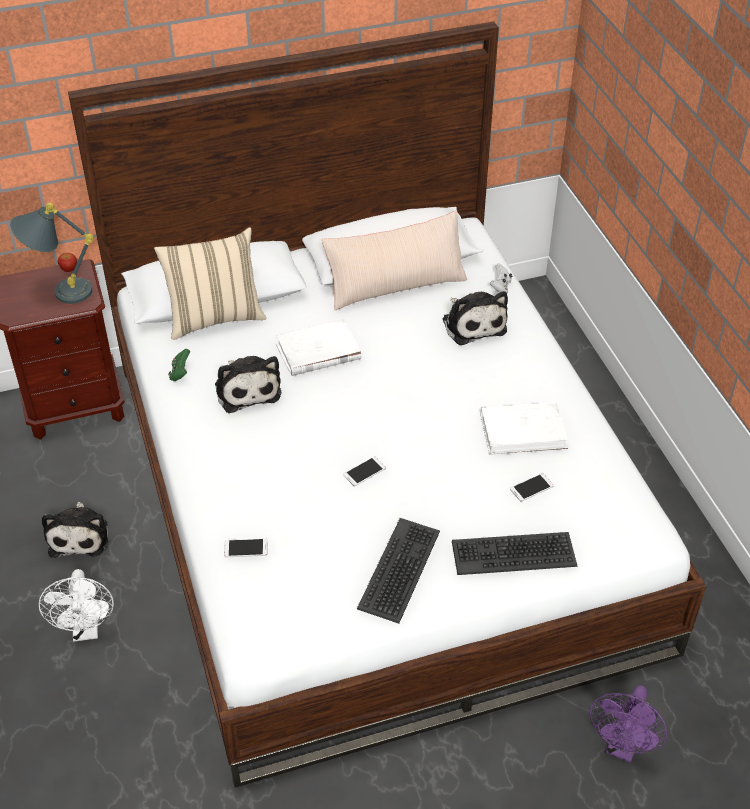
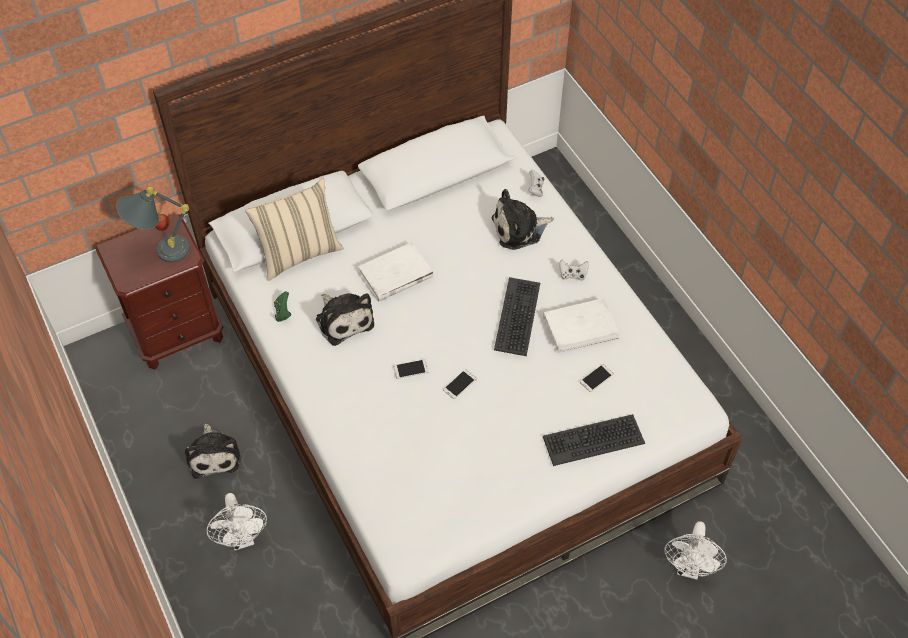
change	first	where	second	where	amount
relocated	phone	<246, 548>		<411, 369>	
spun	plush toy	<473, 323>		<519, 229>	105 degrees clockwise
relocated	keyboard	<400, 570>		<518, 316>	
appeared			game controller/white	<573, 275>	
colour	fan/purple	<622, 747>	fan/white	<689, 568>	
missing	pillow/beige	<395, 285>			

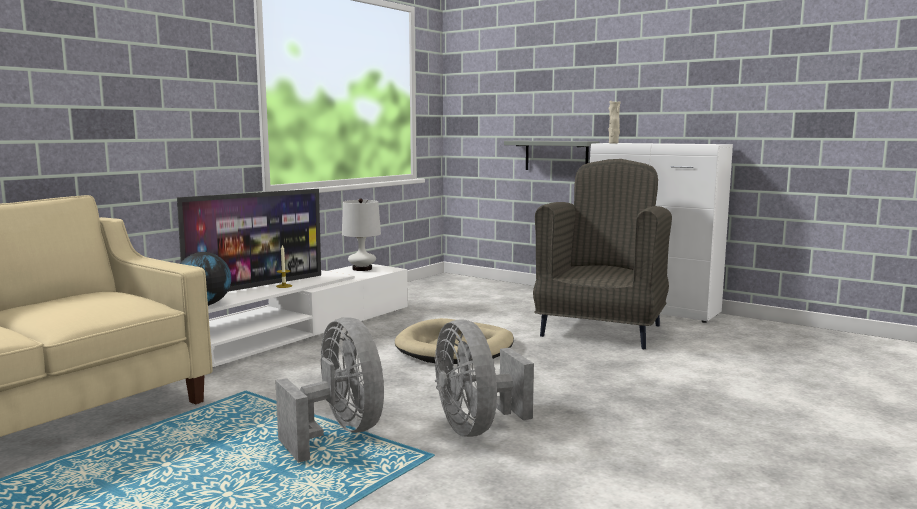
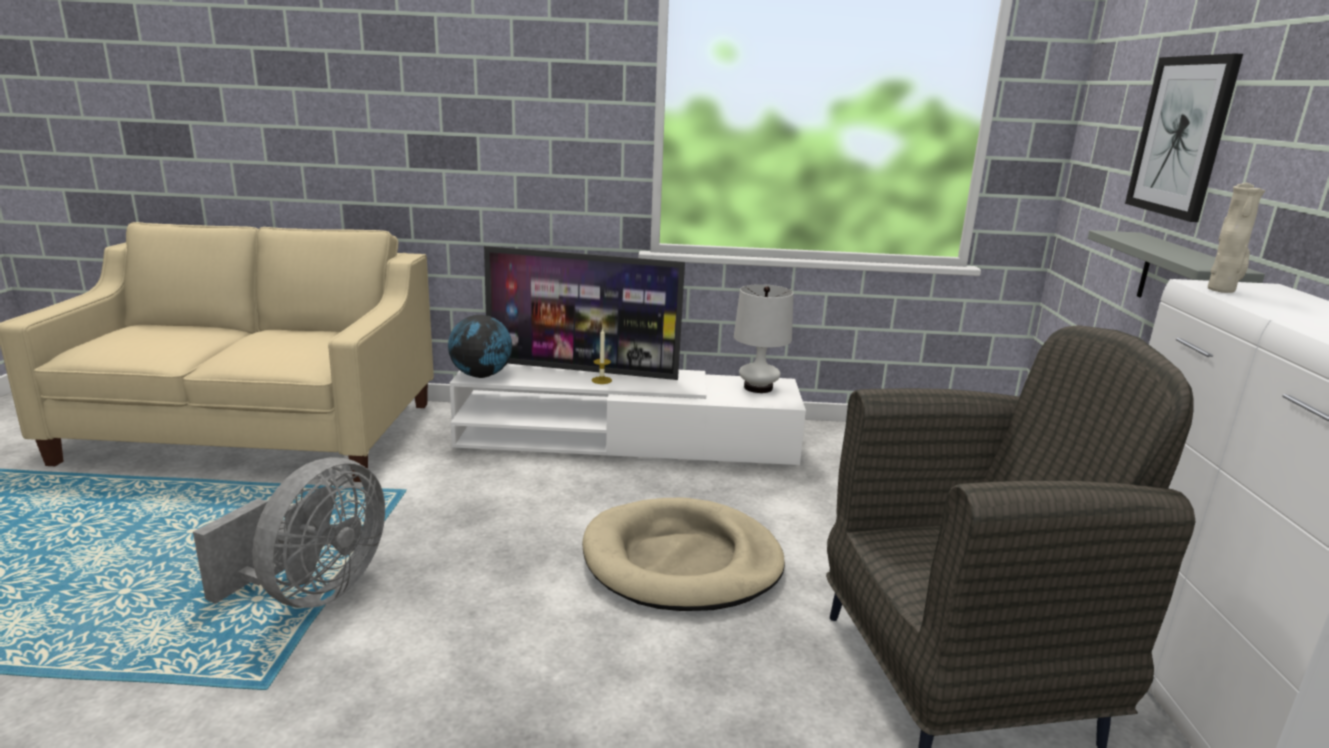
change	first	where	second	where	amount
appeared			picture	<1181, 136>	
missing	fan/grey	<476, 428>			

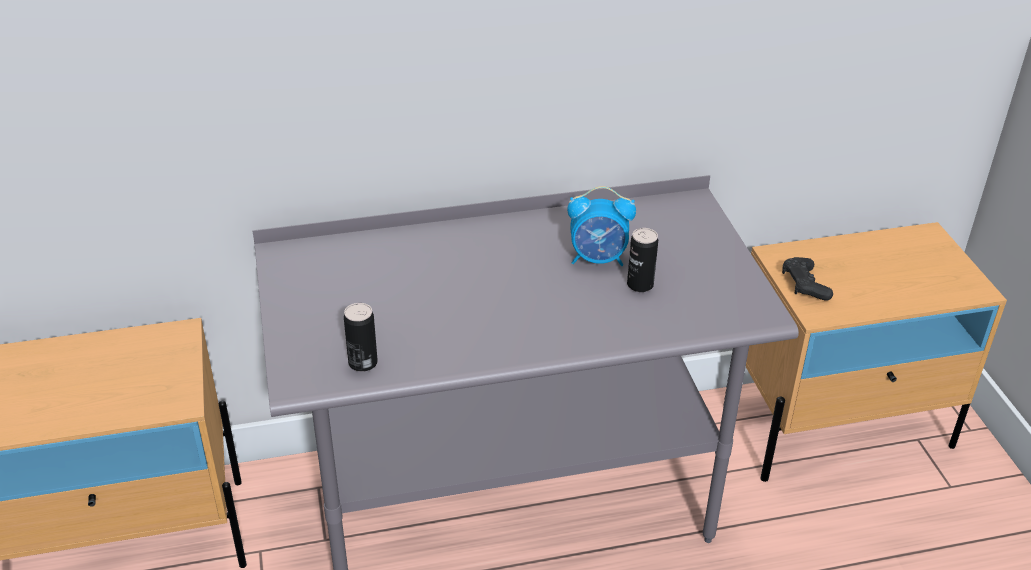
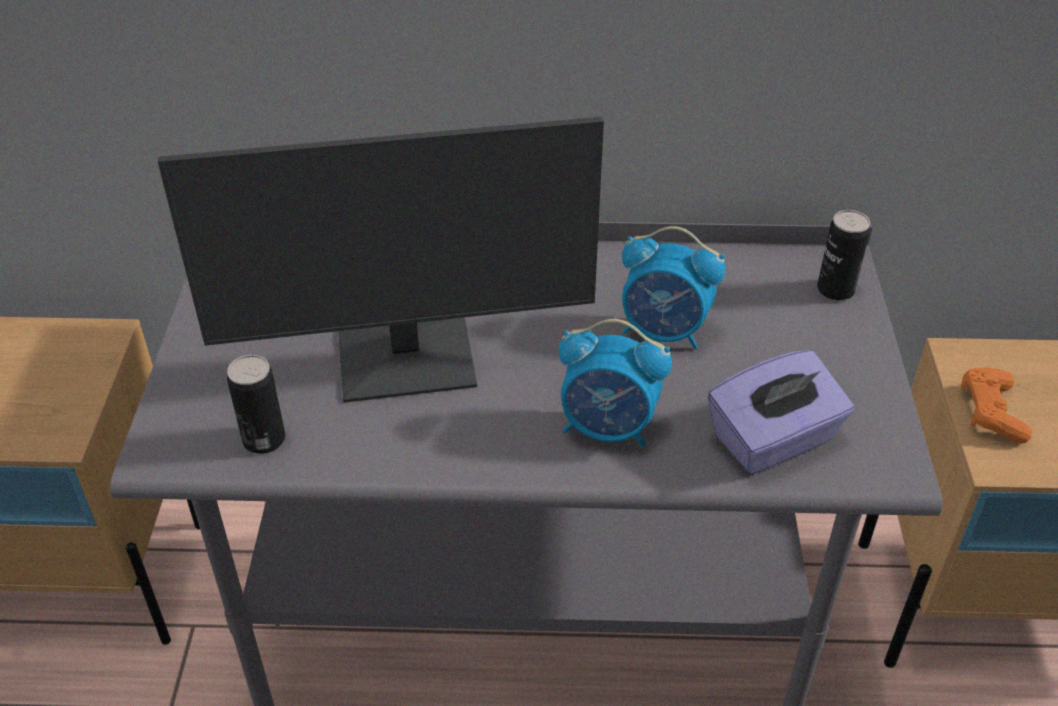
change	first	where	second	where	amount
appeared			monitor	<407, 361>	
appeared			alarm clock	<608, 428>	
appeared			tissue box/purple	<774, 440>	
relocated	can	<640, 285>		<835, 290>	
colour	game controller/black	<804, 285>	game controller/orange	<991, 412>	

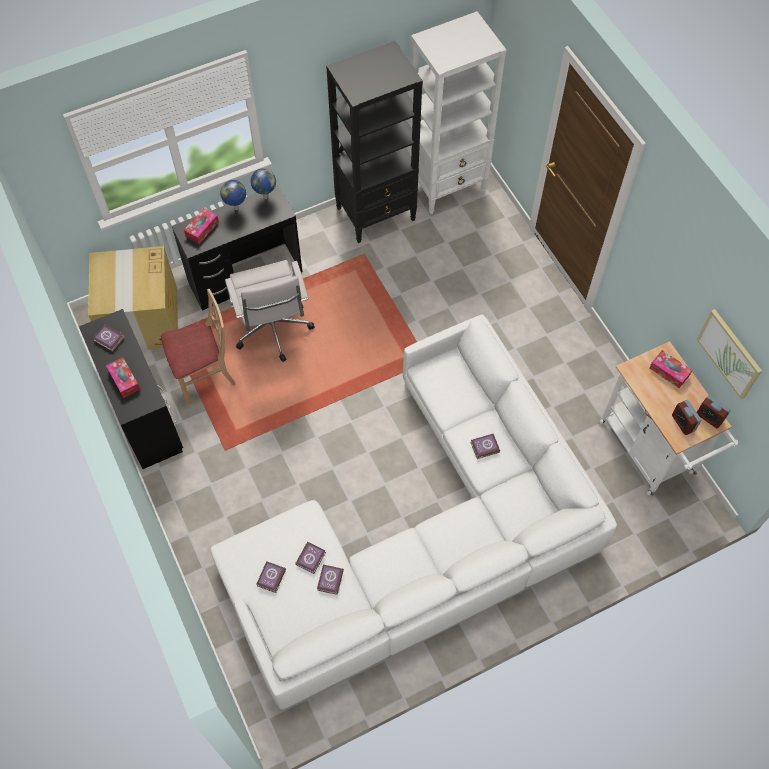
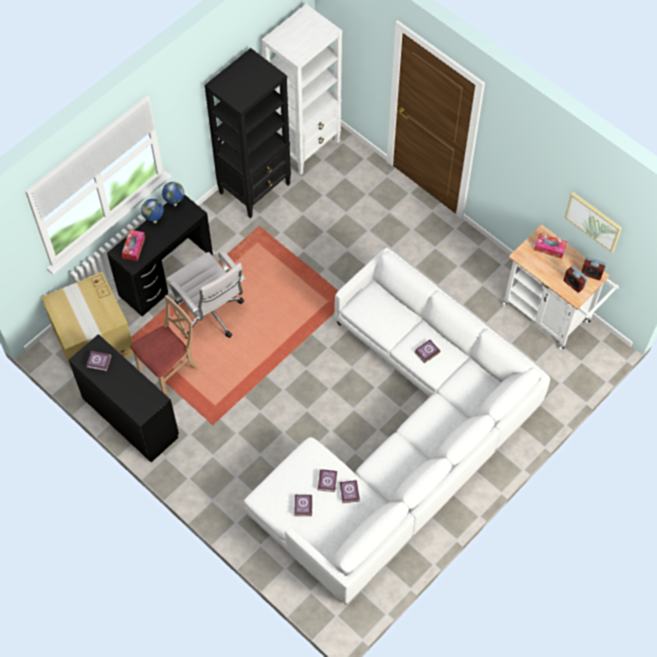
change	first	where	second	where	amount
missing	tissue box	<124, 380>			

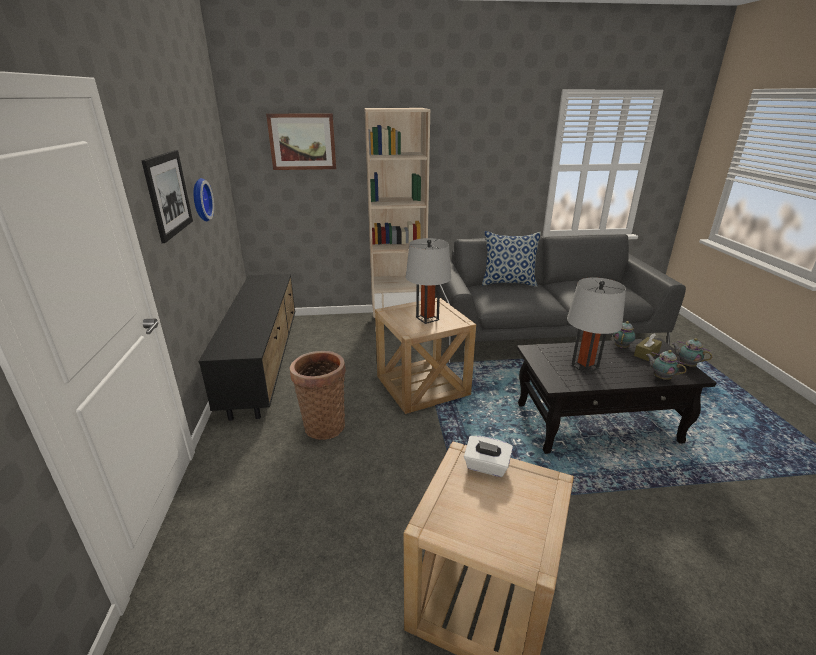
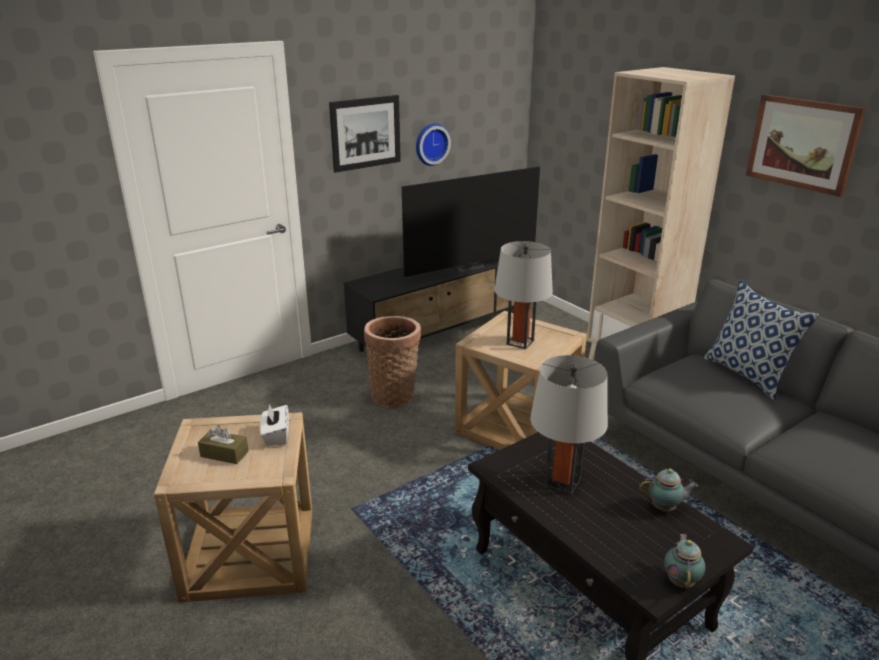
change	first	where	second	where	amount
relocated	tissue box/brown	<646, 353>		<224, 454>	
appeared			television	<468, 266>	
relocated	picture	<302, 142>		<802, 143>	
missing	teapot	<660, 377>			

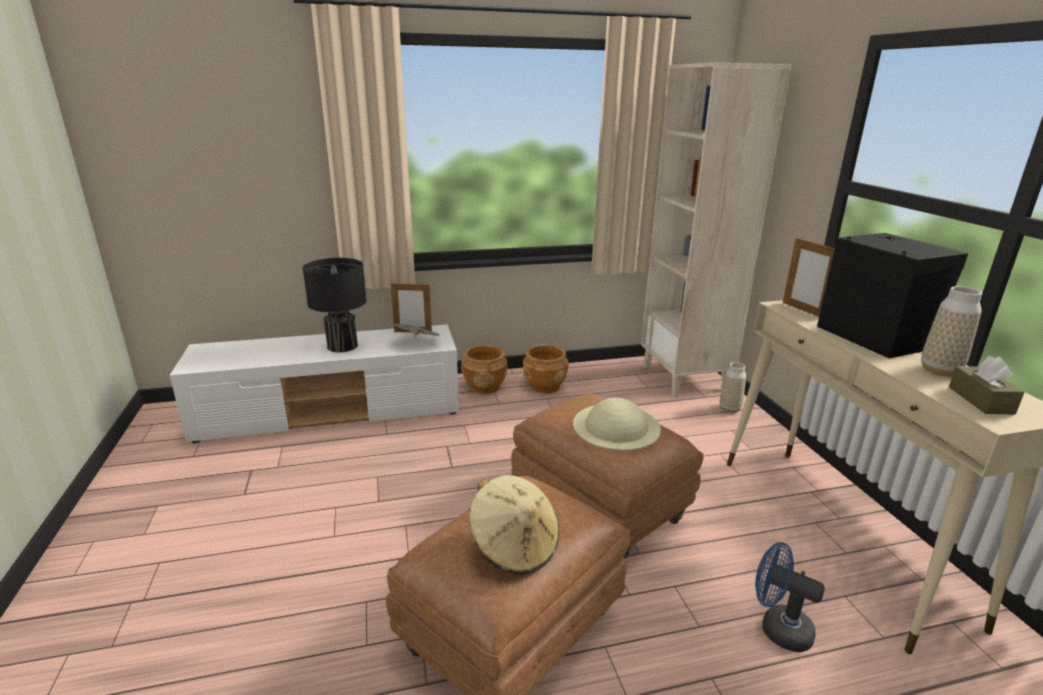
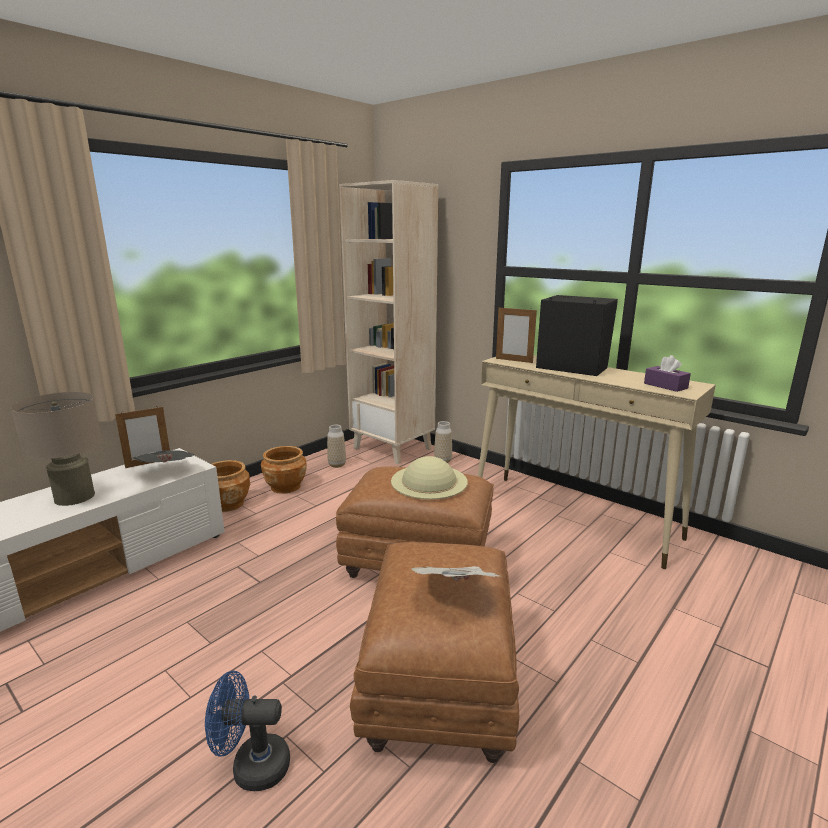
change	first	where	second	where	amount
colour	table lamp/black	<342, 346>	table lamp/beige	<75, 497>	
relocated	fan/blue	<777, 627>		<252, 766>	
relocated	vase	<939, 371>		<337, 465>	
exchanged	hat/beige	<514, 547>	newspaper	<457, 592>	
colour	tissue box/brown	<980, 400>	tissue box/purple	<665, 386>	

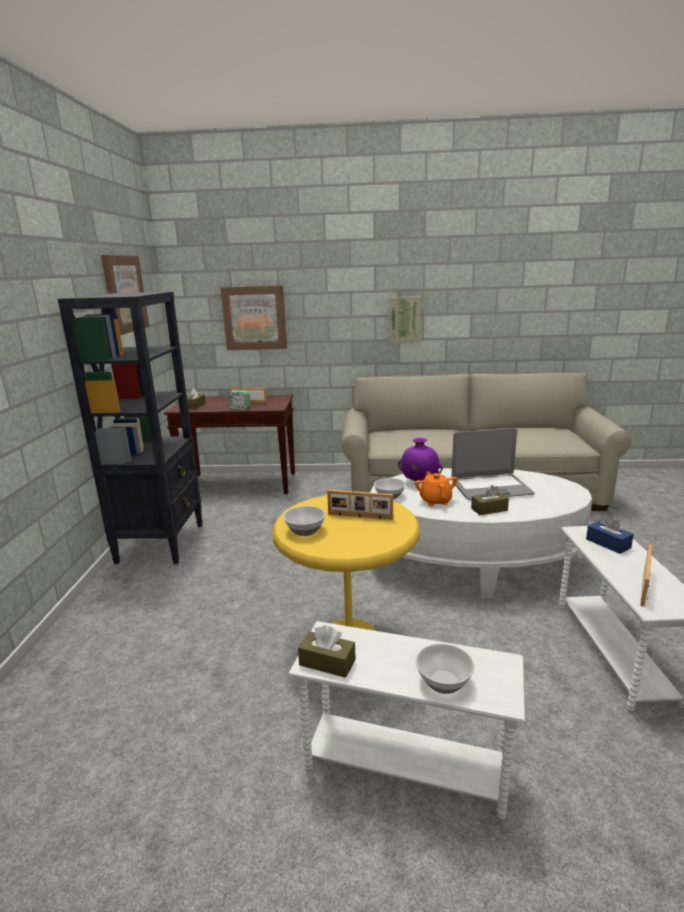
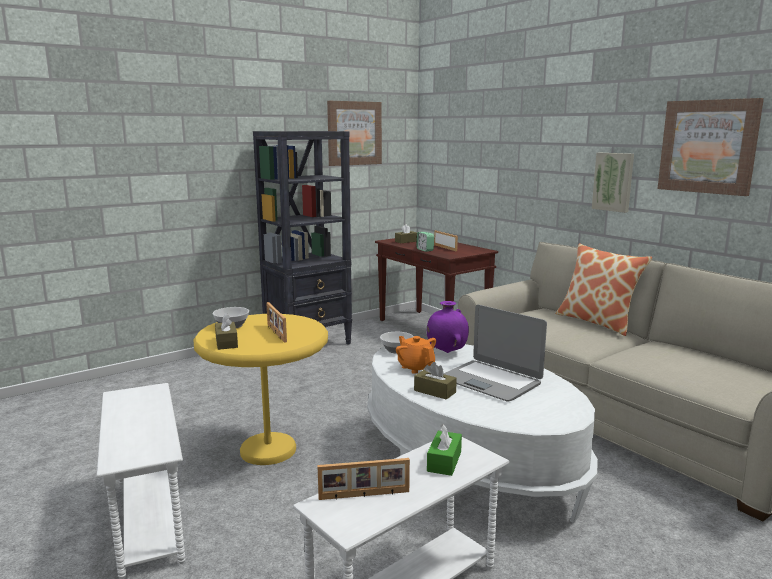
change	first	where	second	where	amount
relocated	tissue box/brown	<327, 662>		<226, 342>	
spun	teapot/orange	<435, 501>		<416, 367>	75 degrees counterclockwise
colour	tissue box/blue	<608, 543>	tissue box/green	<444, 461>	
appeared			pillow	<597, 322>	
relocated	picture	<254, 318>		<708, 146>	
missing	bowl	<444, 682>			

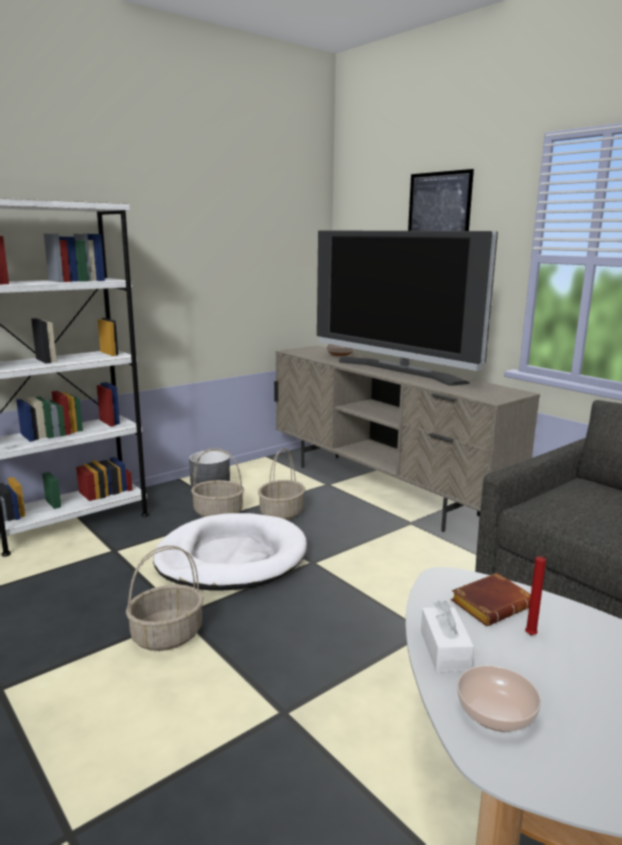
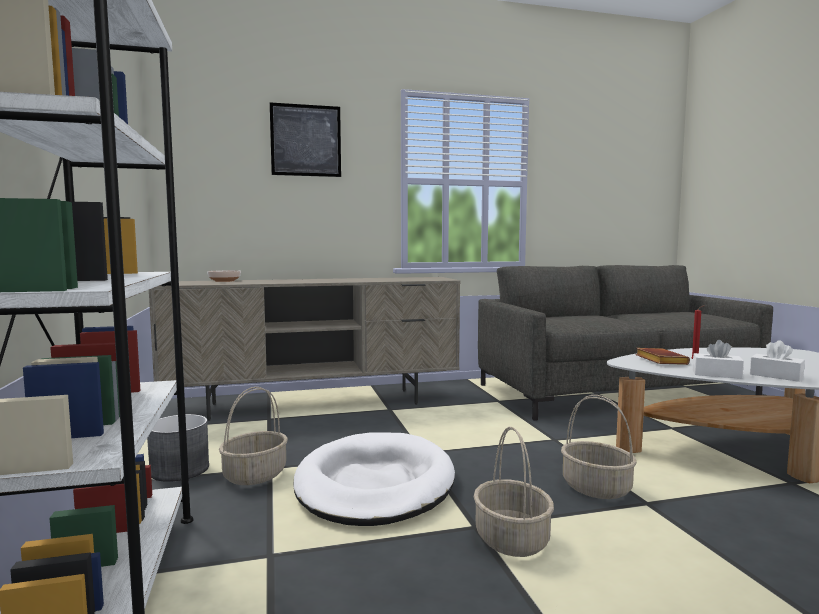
change	first	where	second	where	amount
relocated	basket	<282, 513>		<597, 488>	
exchanged	bowl	<495, 711>	tissue box/white	<776, 376>	
missing	television	<399, 371>			

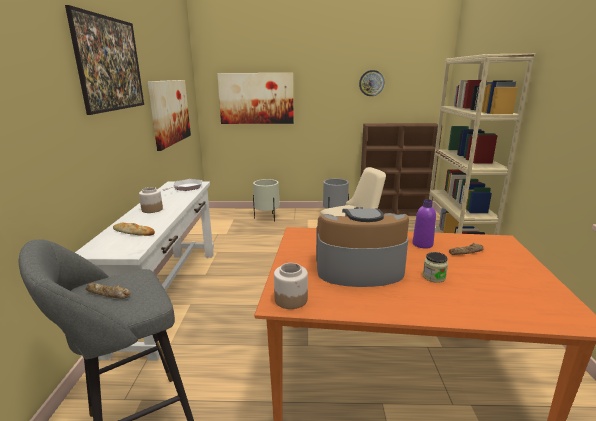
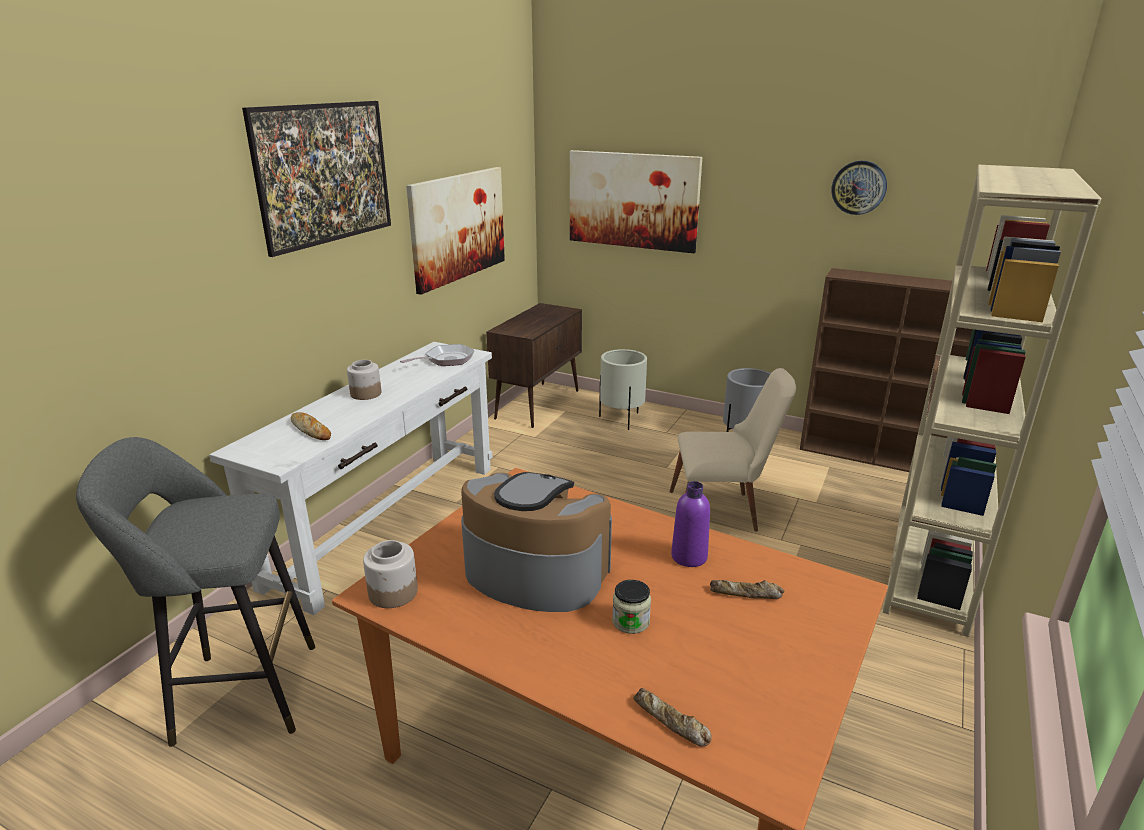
change	first	where	second	where	amount
appeared			cabinet/brown	<538, 404>	
relocated	bread	<108, 294>		<671, 722>	

